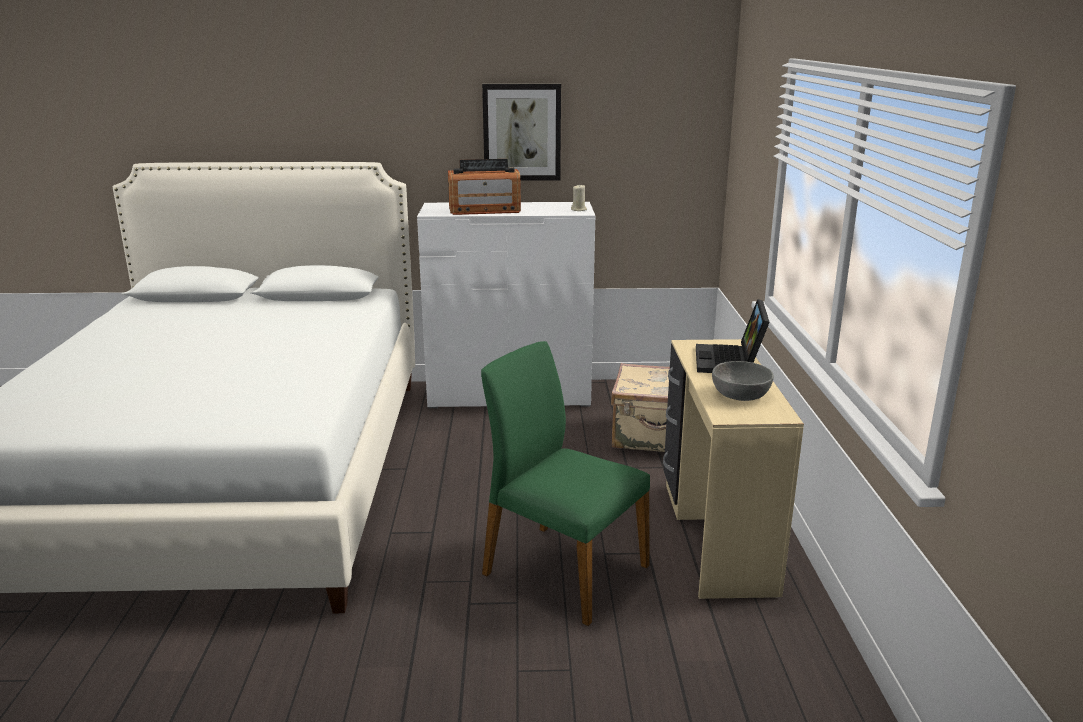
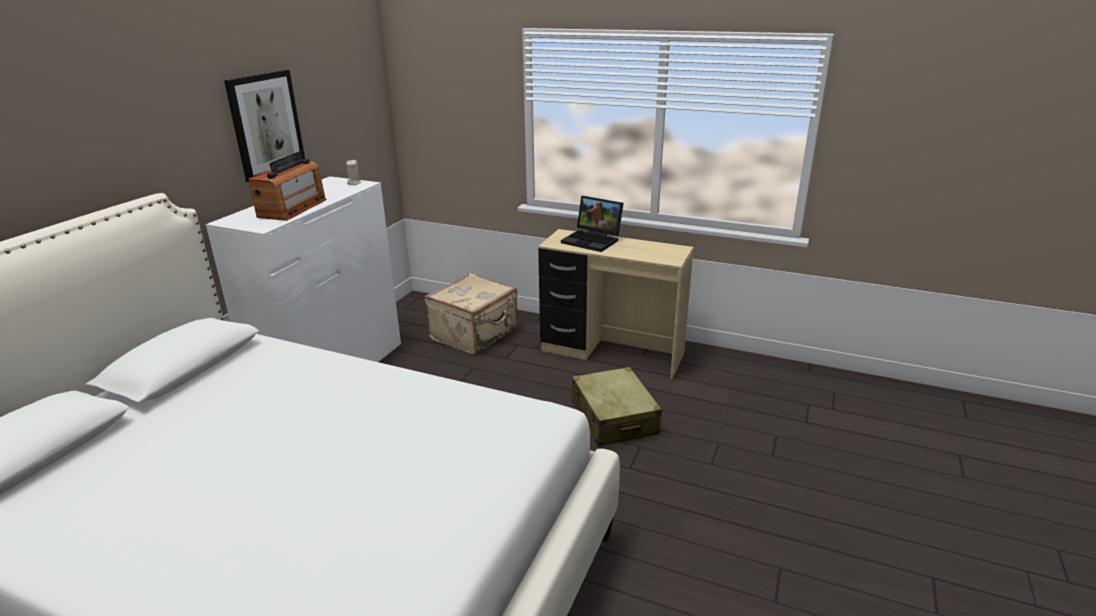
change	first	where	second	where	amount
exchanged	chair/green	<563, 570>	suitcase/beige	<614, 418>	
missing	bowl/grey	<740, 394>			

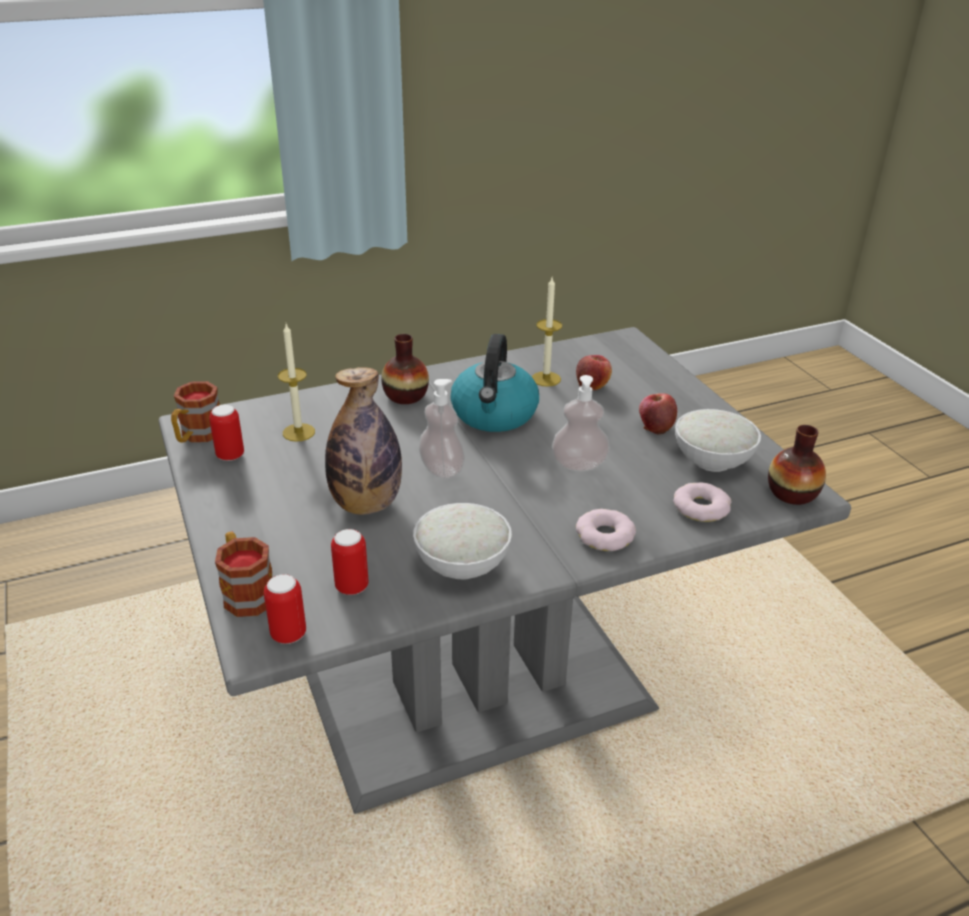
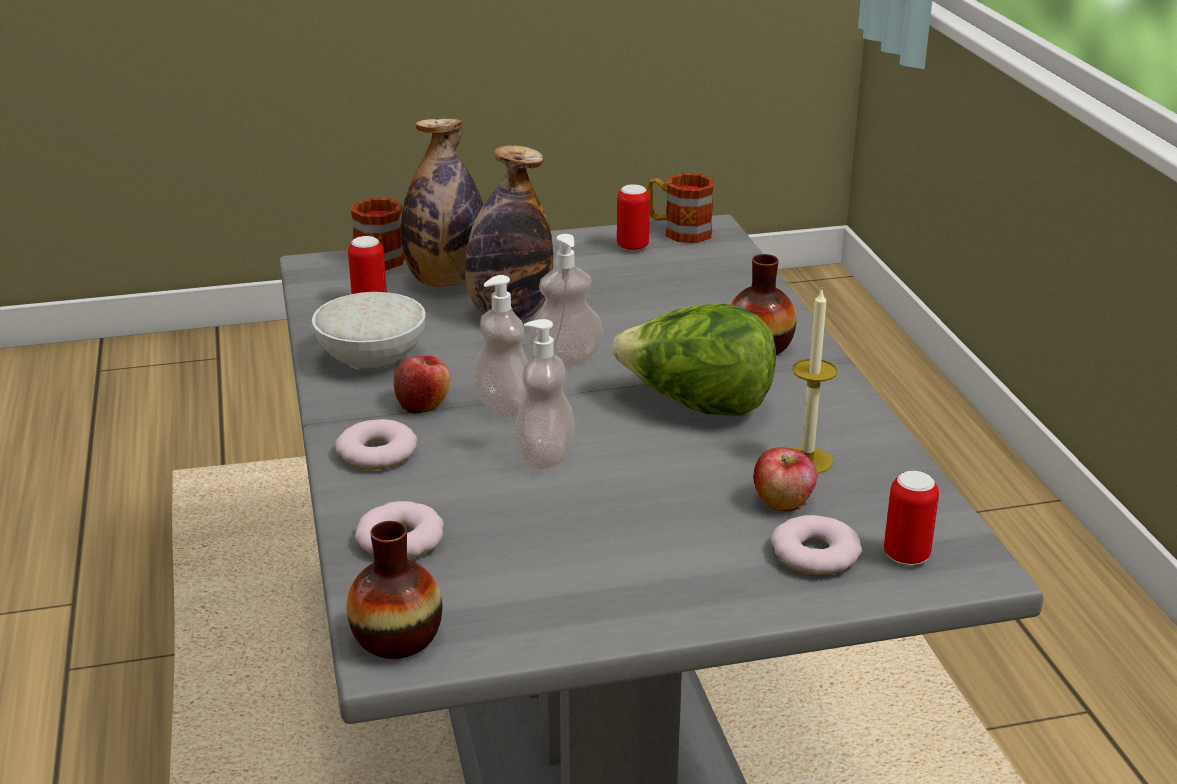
change	first	where	second	where	amount
relocated	apple	<655, 426>		<423, 404>	
appeared			bottle	<446, 281>	
appeared			soap dispenser	<504, 406>	
exchanged	kettle	<494, 415>	lettuce	<697, 406>	
appeared			donut	<814, 554>	
relocated	can	<288, 634>		<906, 555>	
missing	candle	<298, 432>			
missing	bowl/white	<711, 461>			

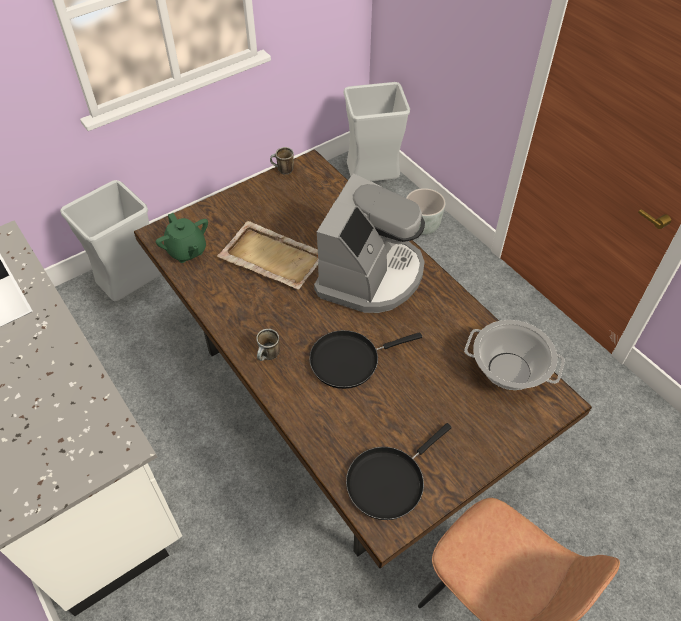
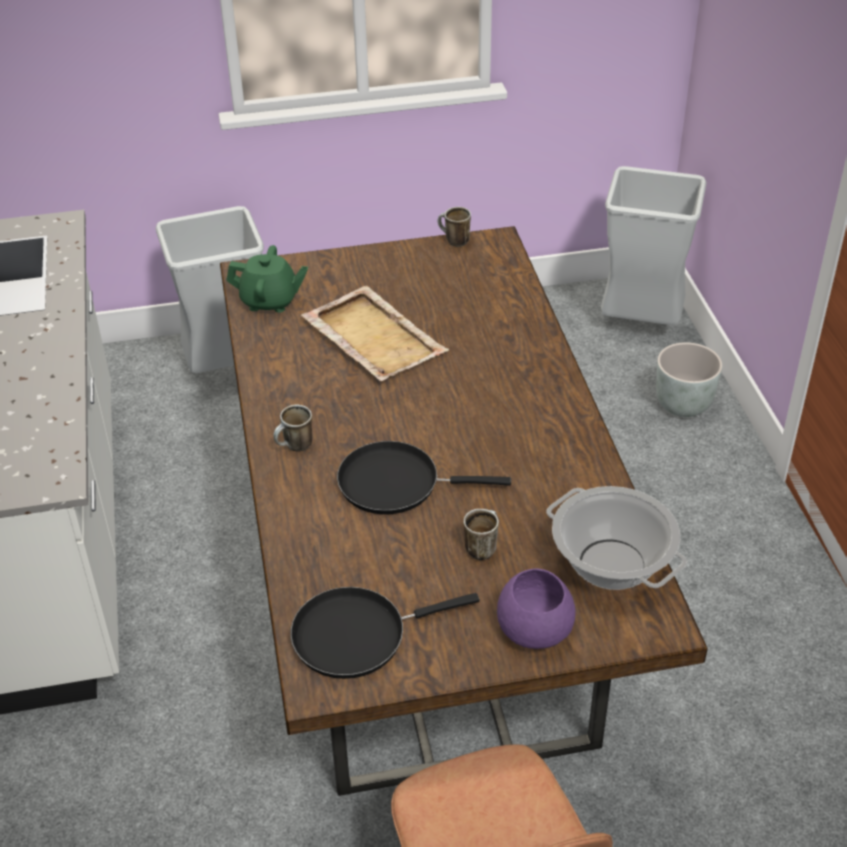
change	first	where	second	where	amount
spun	teapot/green	<186, 251>		<270, 301>	75 degrees counterclockwise
appeared			mug	<481, 547>	
appeared			bowl/purple	<534, 627>	
missing	coffee machine	<370, 275>			

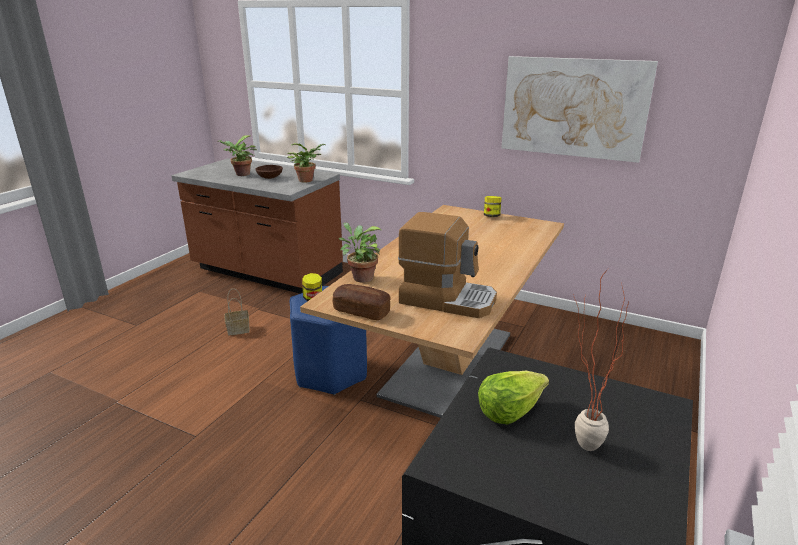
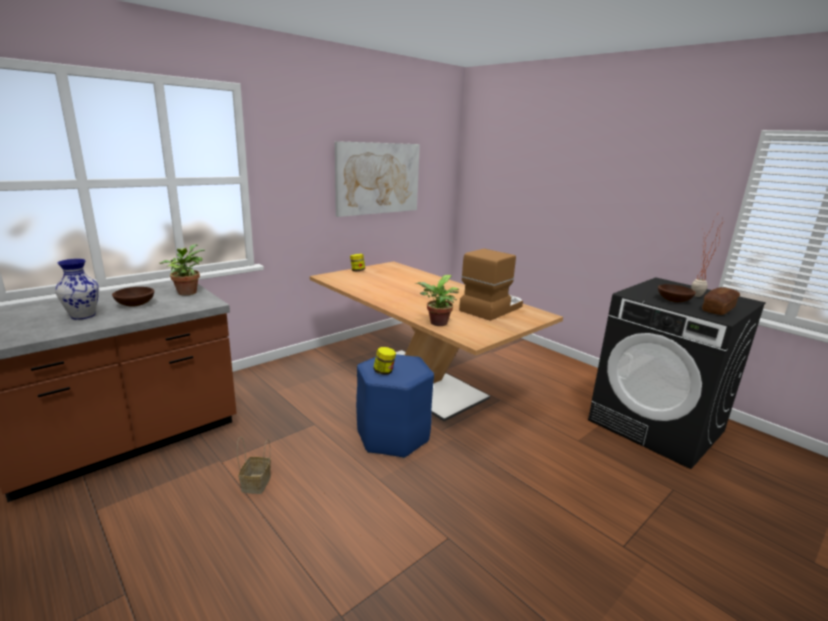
change	first	where	second	where	amount
exchanged	potted plant	<241, 174>	vase	<82, 316>	
exchanged	lettuce	<509, 410>	bowl/brown	<673, 301>	
relocated	bread	<361, 311>		<718, 309>	

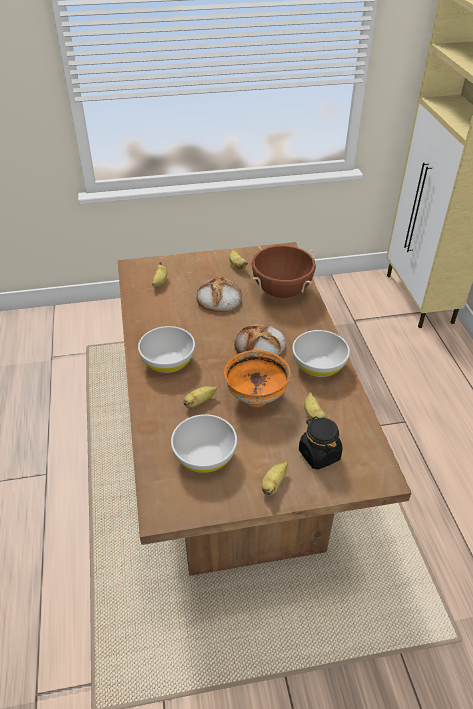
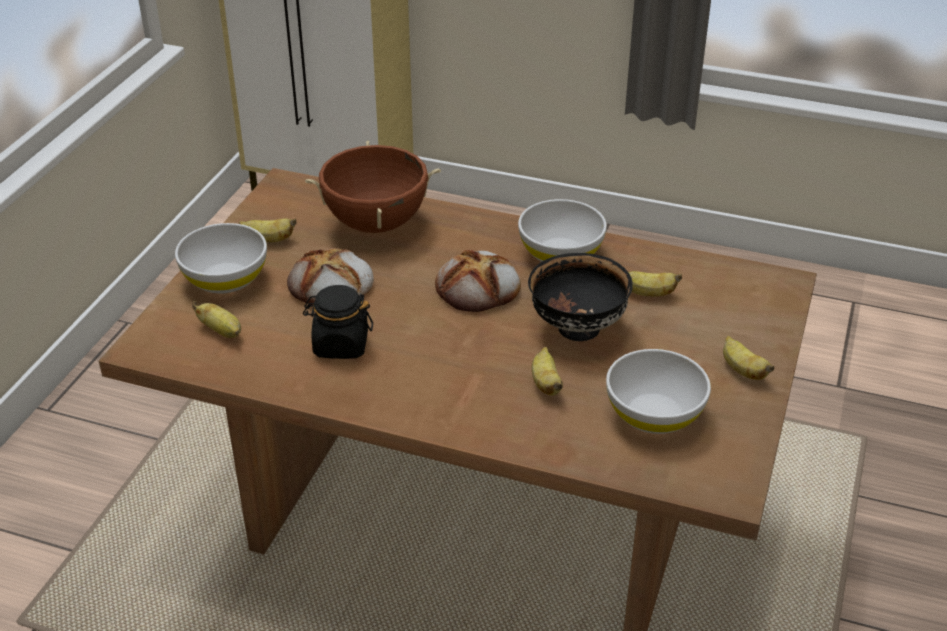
change	first	where	second	where	amount
relocated	bowl/white	<168, 362>		<226, 279>	
relocated	jar/black	<319, 454>		<340, 345>	
colour	bowl/orange	<255, 397>	bowl/black	<576, 328>	

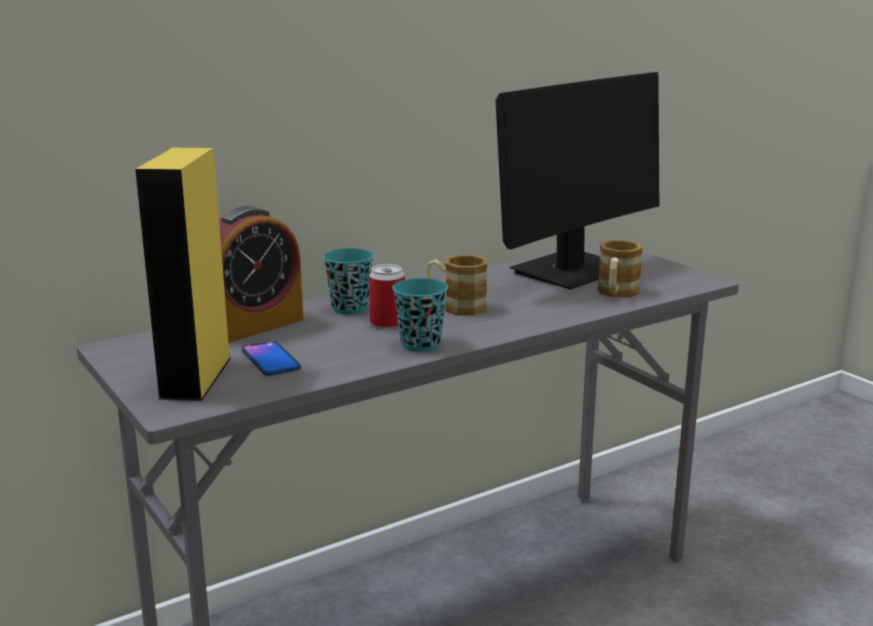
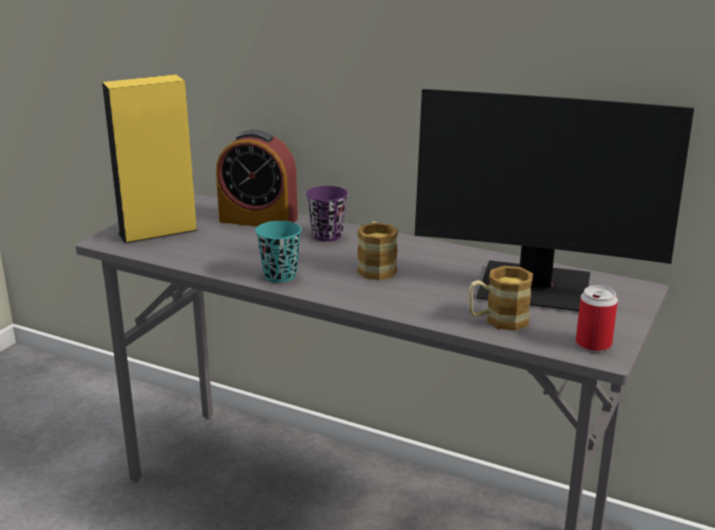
change	first	where	second	where	amount
colour	cup/turquoise	<350, 308>	cup/purple	<327, 236>	
relocated	can	<387, 323>		<593, 344>	
missing	phone	<270, 360>			

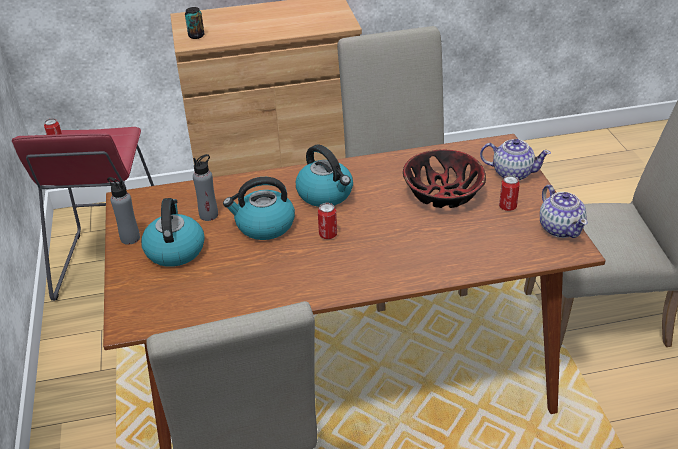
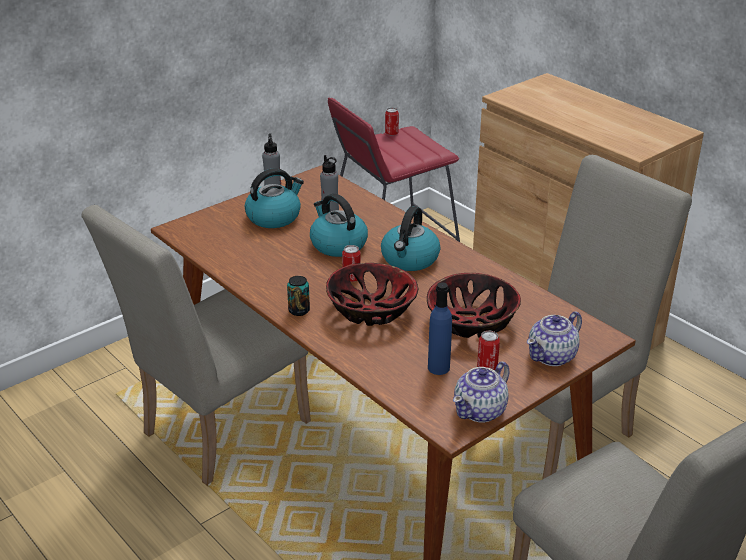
change	first	where	second	where	amount
relocated	can	<196, 36>		<299, 311>	
appeared			bowl	<372, 310>	
appeared			bottle/blue	<438, 368>	
spun	teapot	<512, 173>		<552, 356>	60 degrees clockwise

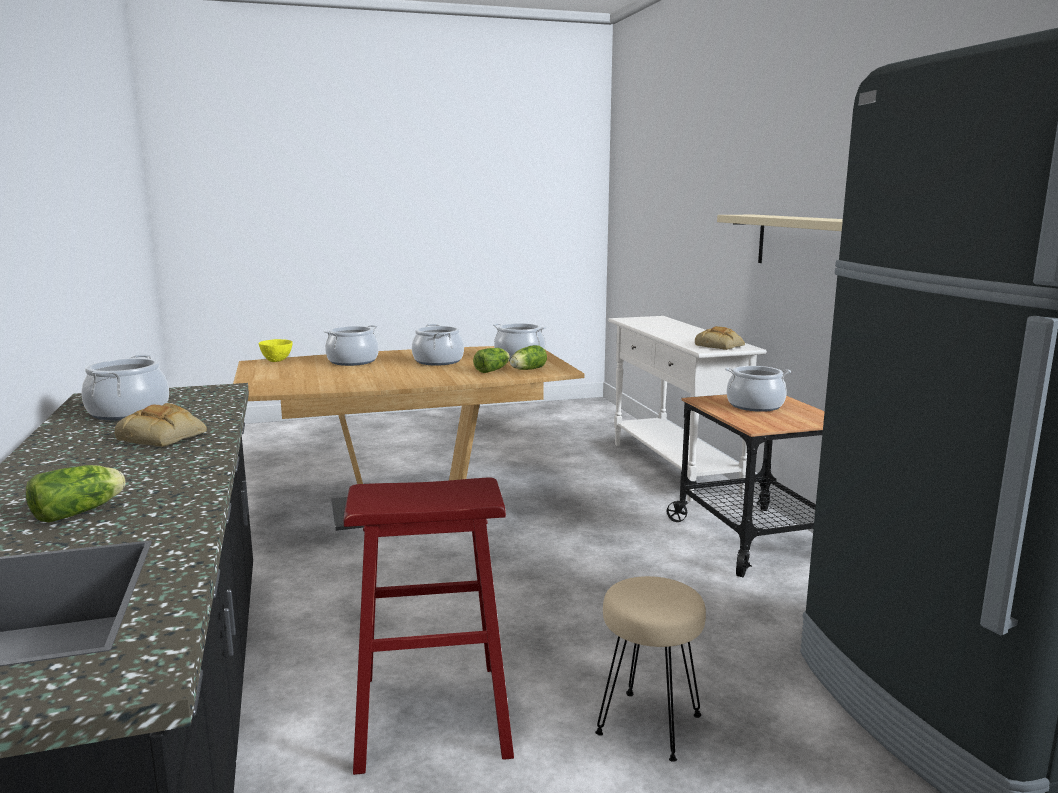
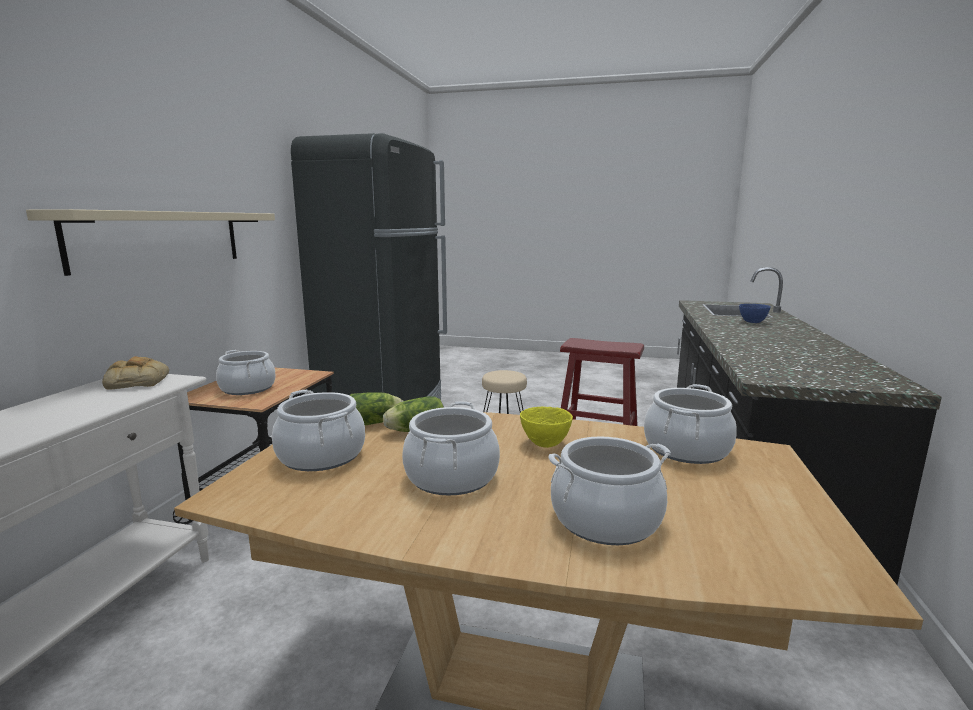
change	first	where	second	where	amount
relocated	bowl/yellow	<277, 361>		<544, 444>	
relocated	cooking pot	<129, 412>		<686, 449>	
exchanged	lettuce	<81, 512>	bowl/blue	<753, 322>	
missing	bread	<164, 437>			

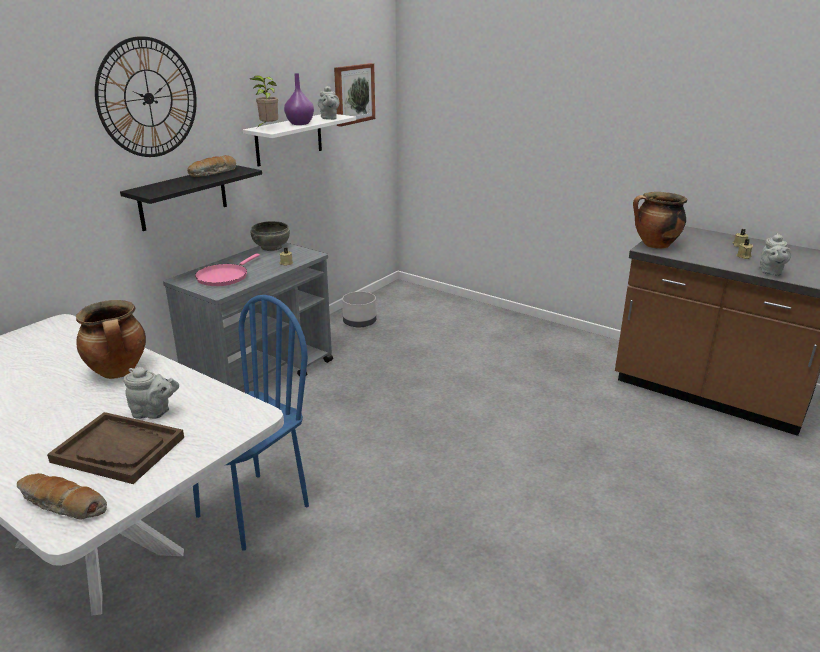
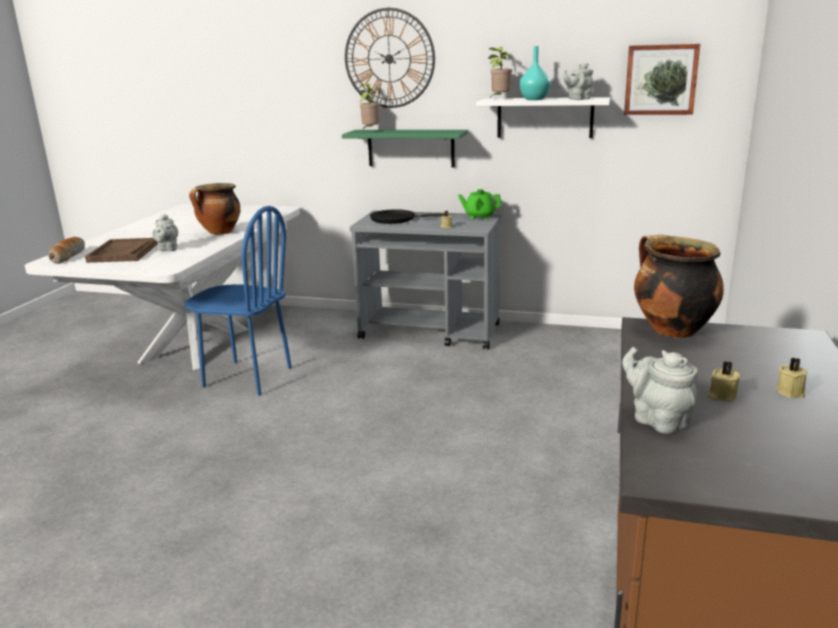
change	first	where	second	where	amount
colour	shelf/black	<183, 197>	shelf/green	<410, 148>	
appeared			potted plant	<370, 131>	
colour	frying pan/pink	<224, 277>	frying pan/black	<396, 219>	
exchanged	bowl/grey	<271, 247>	teapot/green	<479, 216>	
colour	vase/purple	<300, 123>	vase/turquoise	<535, 99>	
spun	teapot/grey	<770, 272>		<657, 419>	60 degrees clockwise
missing	bread	<213, 173>			
missing	planter/grey	<360, 322>			

